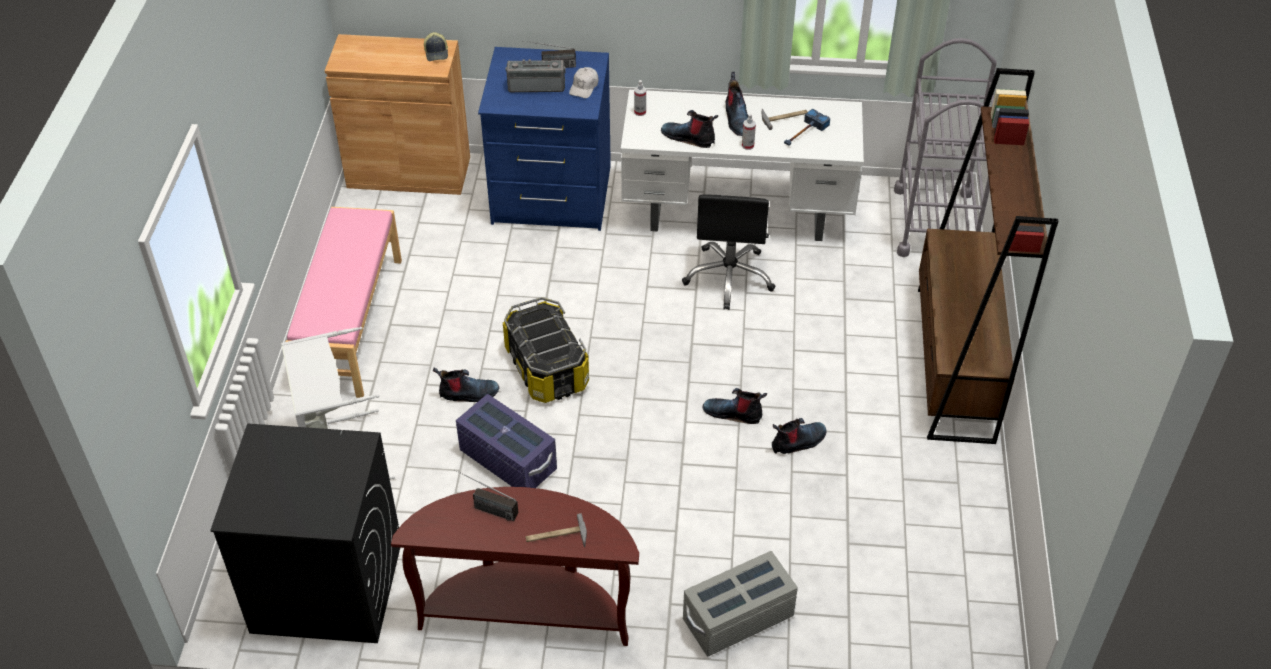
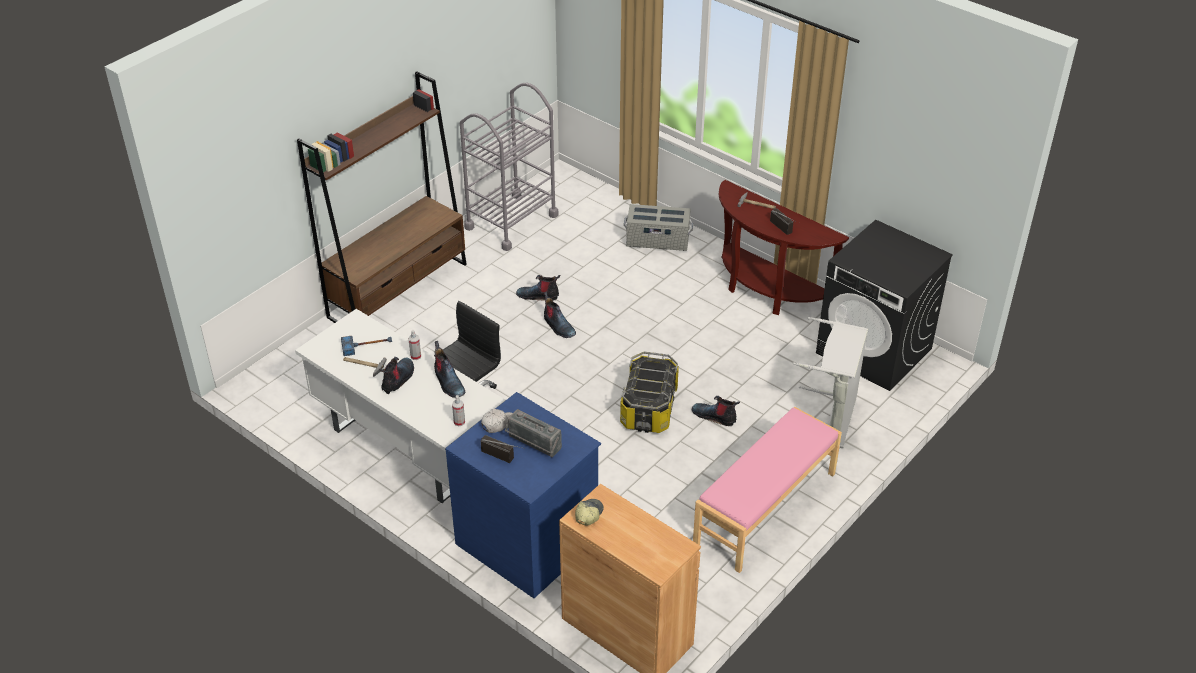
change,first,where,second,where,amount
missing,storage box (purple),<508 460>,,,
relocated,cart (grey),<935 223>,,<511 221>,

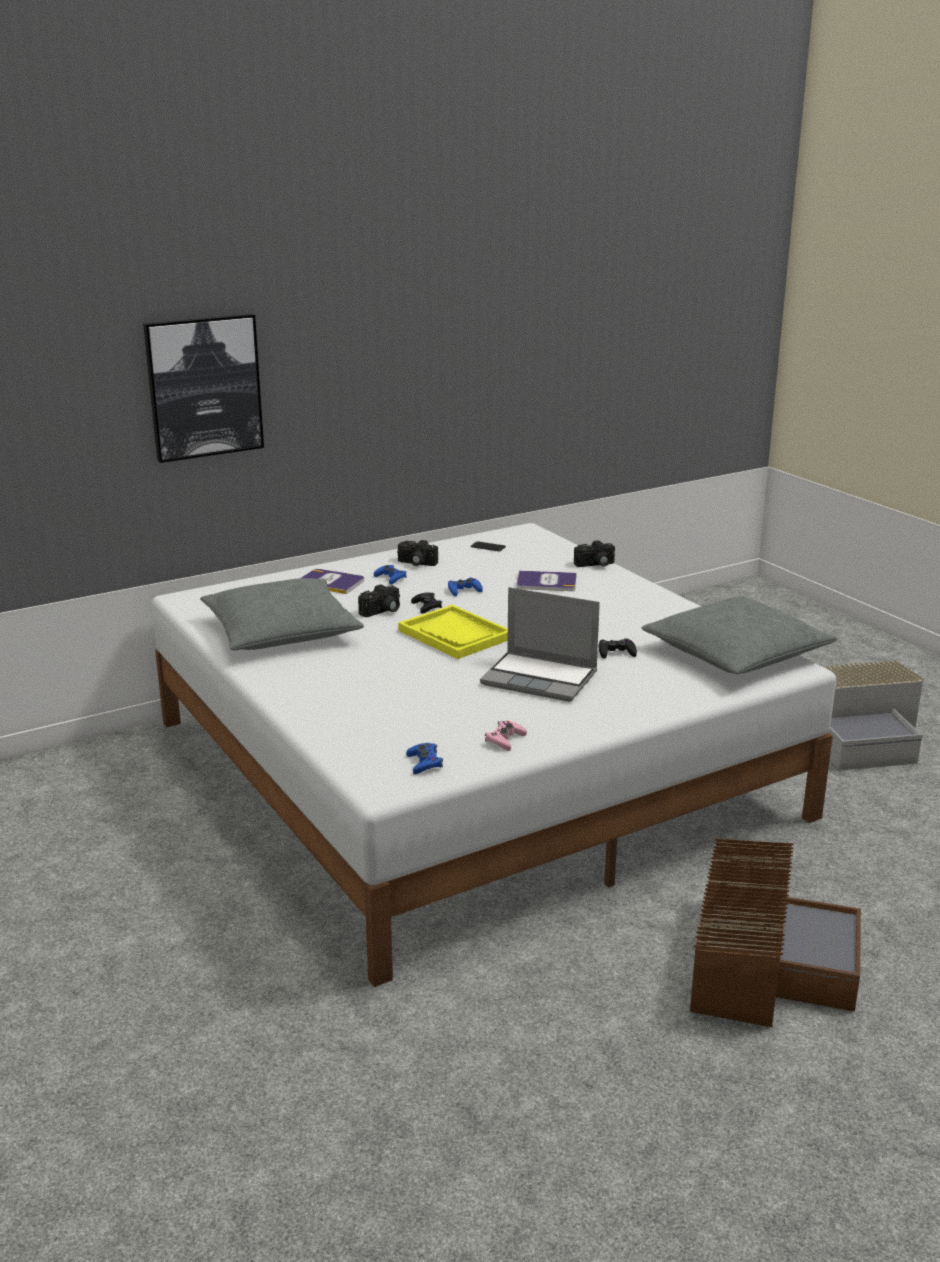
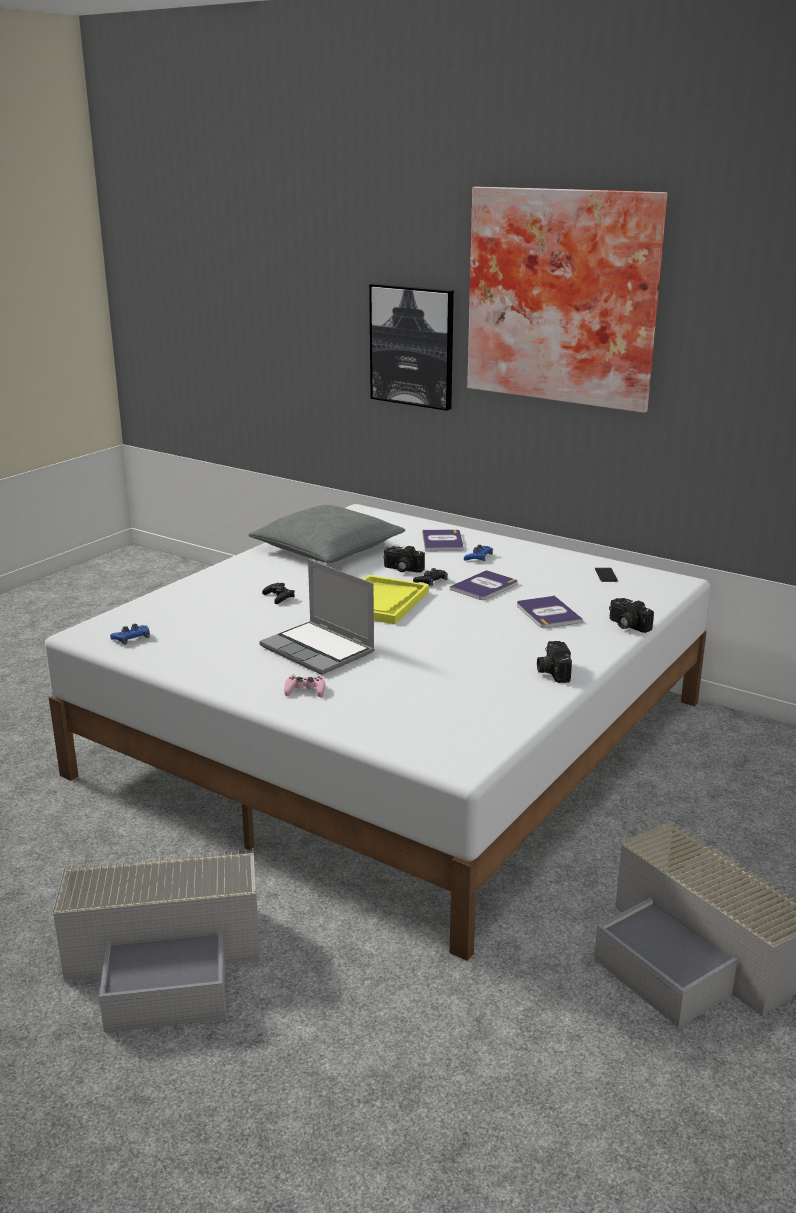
change,first,where,second,where,amount
relocated,photo camera,<416 563>,,<552 671>,
exchanged,game controller (blue),<464 590>,book,<484 586>,
spun,laptop,<541 678>,,<319 650>,45 degrees counterclockwise
relocated,game controller (pink),<505 740>,,<305 690>,
relocated,game controller (black),<616 652>,,<279 597>,
missing,pillow (grey),<735 653>,,,
colour,storage box (brown),<764 960>,storage box (grey),<168 959>,
appeared,,,picture,<564 297>,

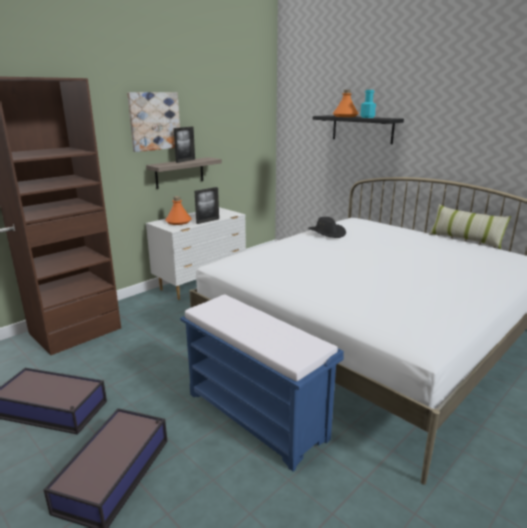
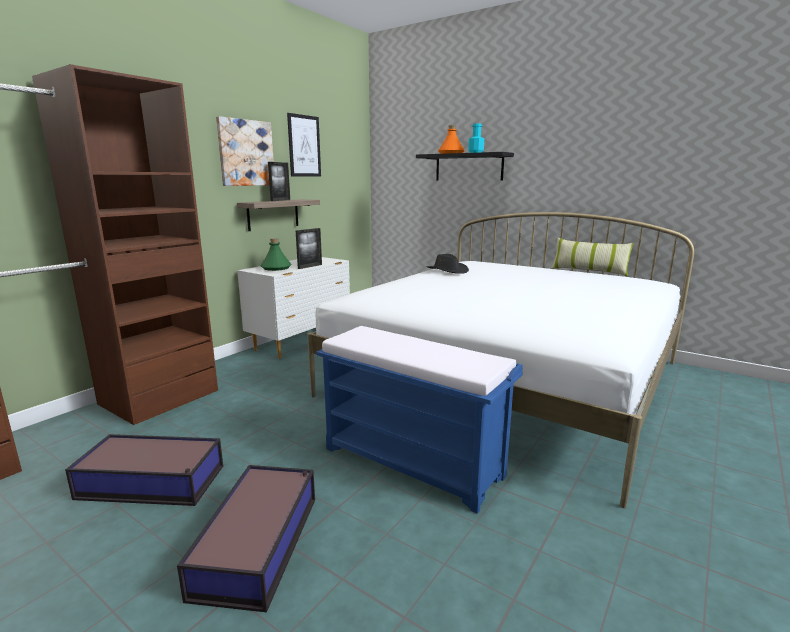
change,first,where,second,where,amount
colour,bottle (orange),<178 222>,bottle (green),<276 268>,
appeared,,,picture,<304 146>,

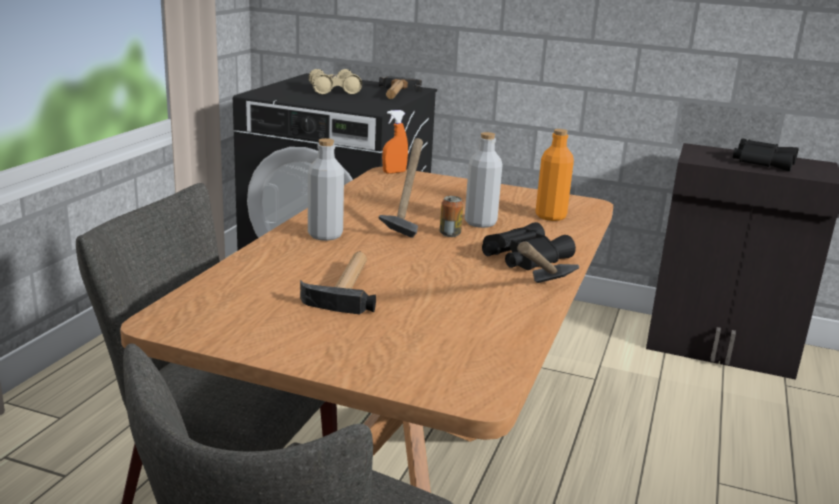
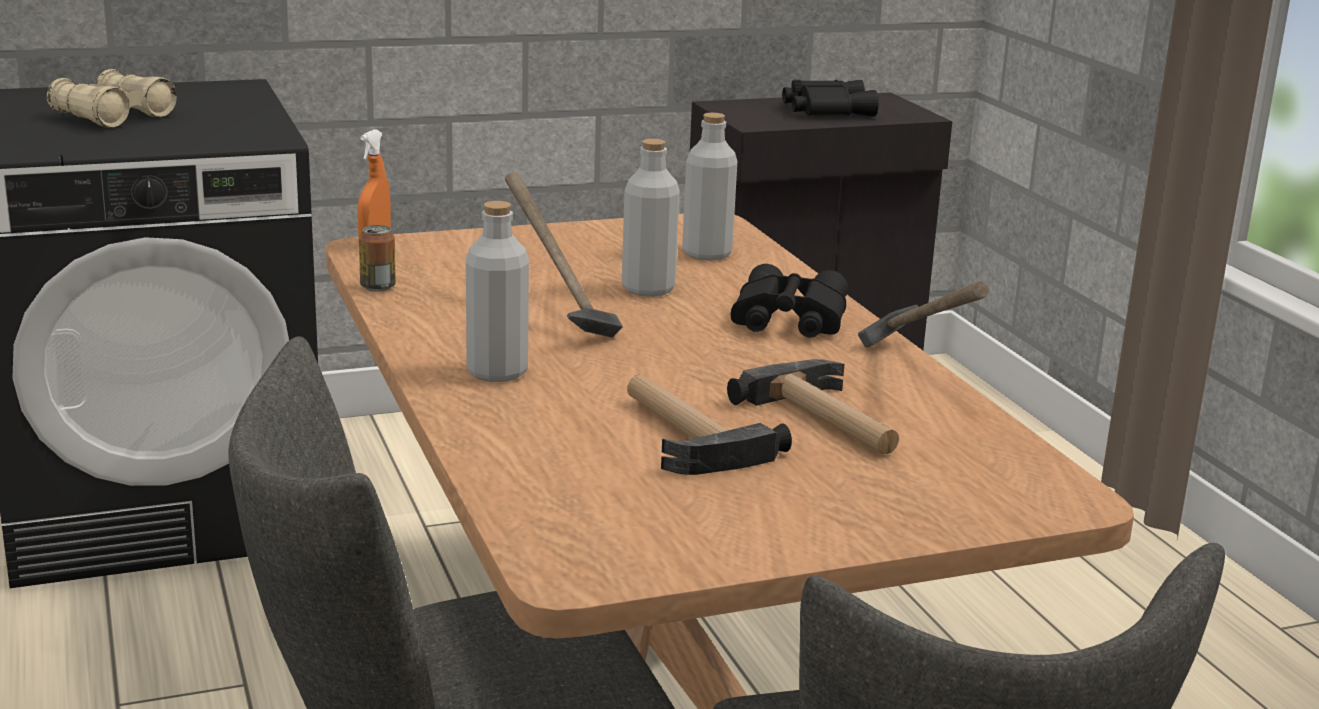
change,first,where,second,where,amount
relocated,hammer,<396 93>,,<829 421>,
relocated,can,<450 234>,,<378 287>,
colour,bottle (orange),<550 216>,bottle (grey),<707 254>,

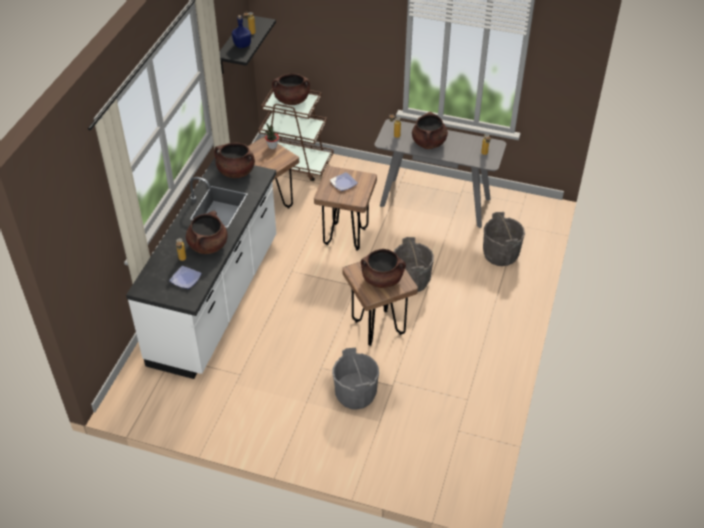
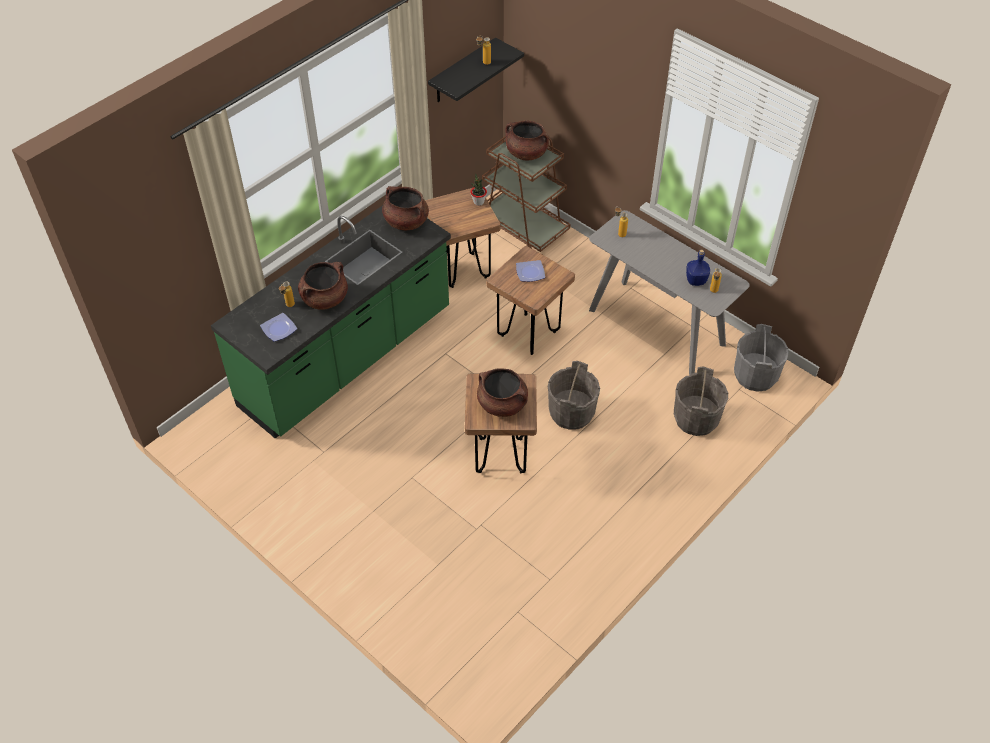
change,first,where,second,where,amount
colour,counter (white),<216 301>,counter (green),<347 359>,
relocated,bottle (blue),<242 45>,,<696 280>,
relocated,bucket (grey),<355 394>,,<755 375>,
missing,cooking pot (brown),<429 143>,,,

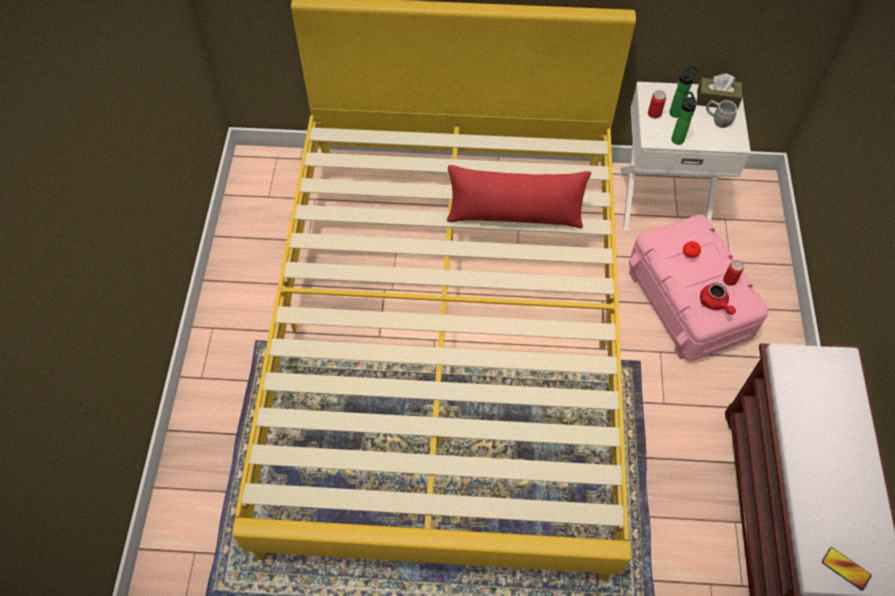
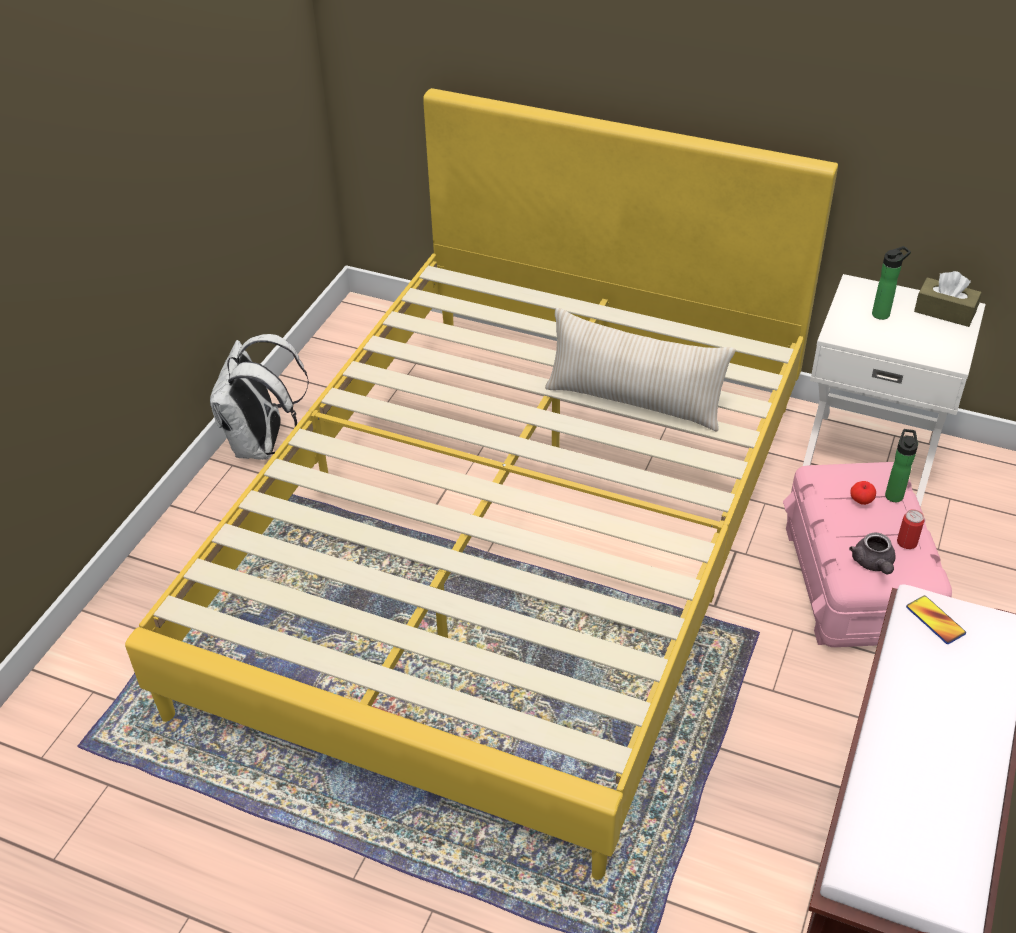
change,first,where,second,where,amount
colour,pillow (red),<515 216>,pillow (beige),<634 401>,
missing,can,<654 113>,,,
relocated,bottle,<677 138>,,<894 494>,
colour,teapot (red),<714 304>,teapot (grey),<873 564>,
missing,mug (grey),<717 120>,,,
relocated,phone,<845 569>,,<935 620>,
appeared,,,backpack (white),<262 445>,

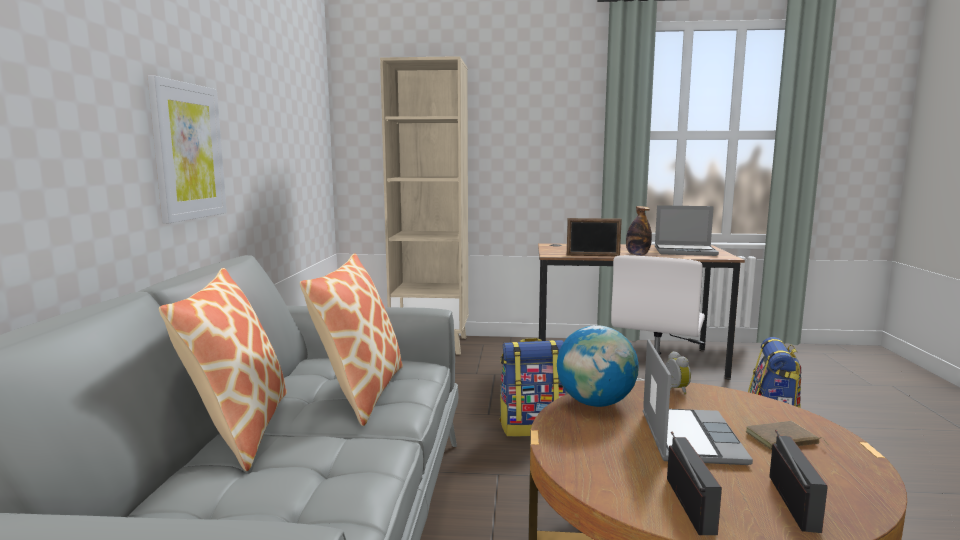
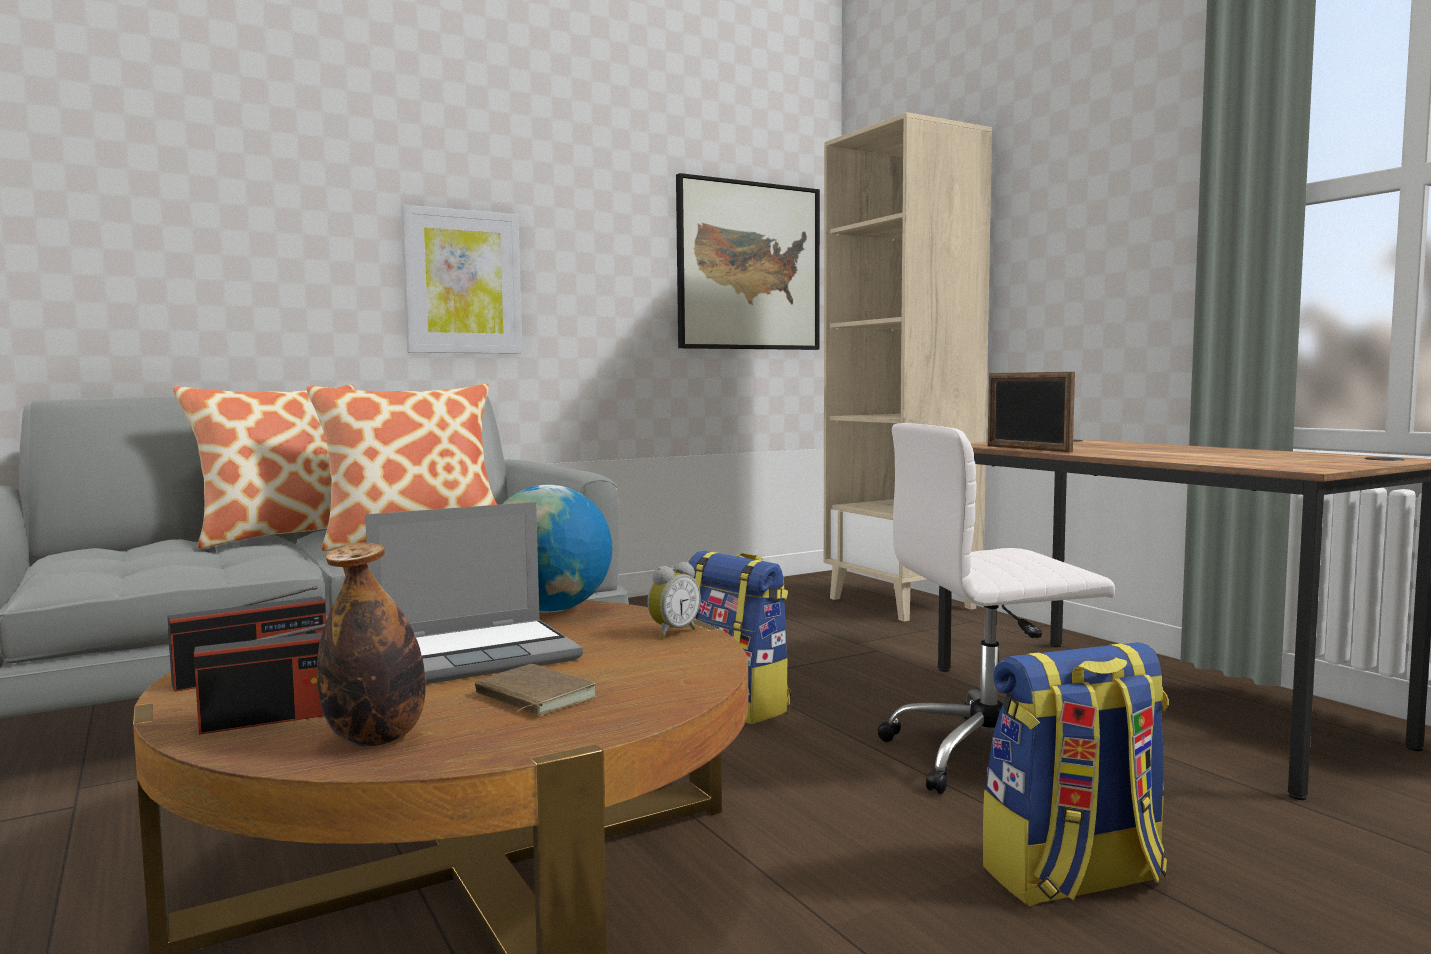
change,first,where,second,where,amount
relocated,bottle,<637 254>,,<376 739>,
missing,laptop,<685 251>,,,
appeared,,,picture,<748 266>,

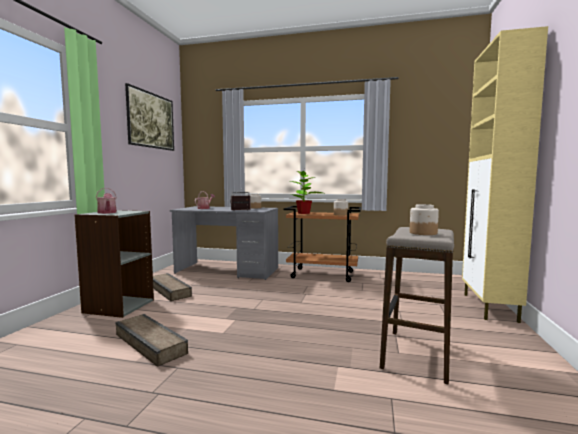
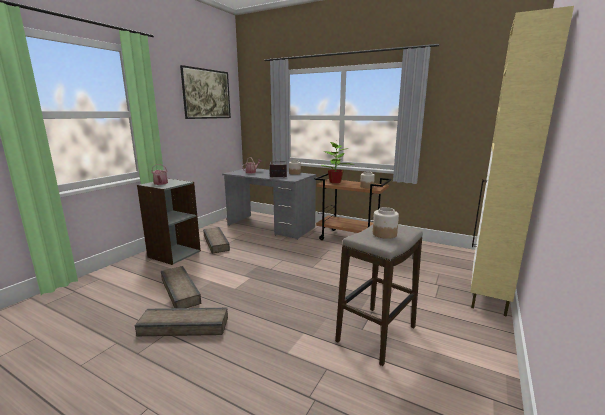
change,first,where,second,where,amount
appeared,,,crate,<184 326>,

